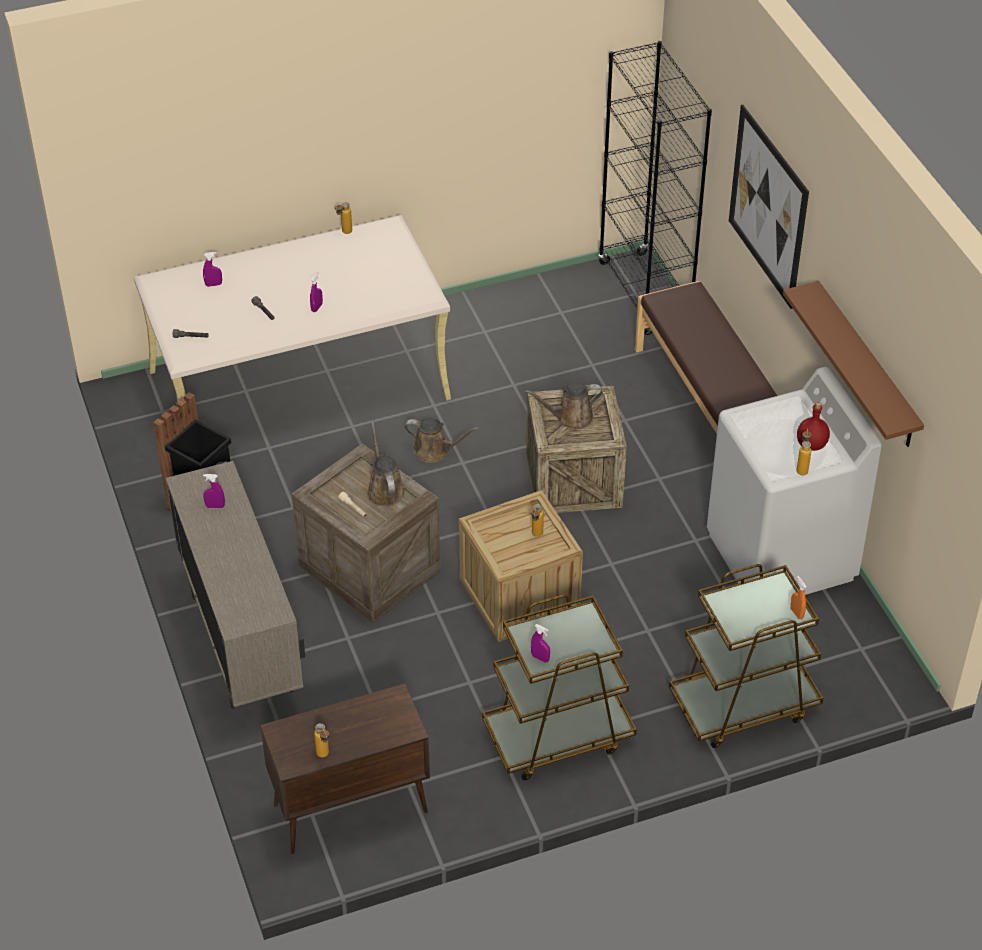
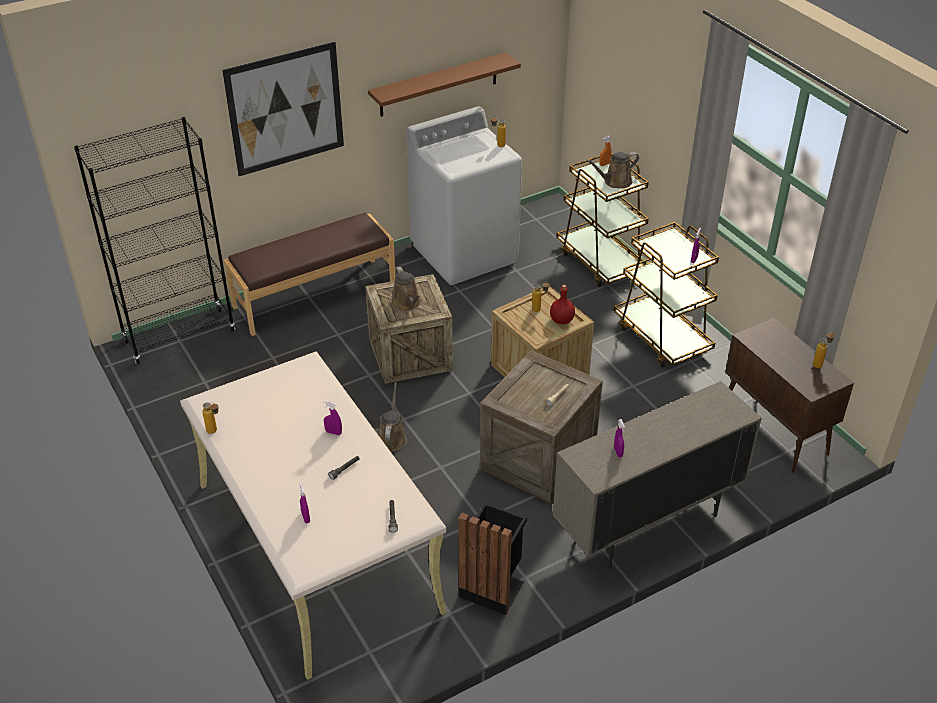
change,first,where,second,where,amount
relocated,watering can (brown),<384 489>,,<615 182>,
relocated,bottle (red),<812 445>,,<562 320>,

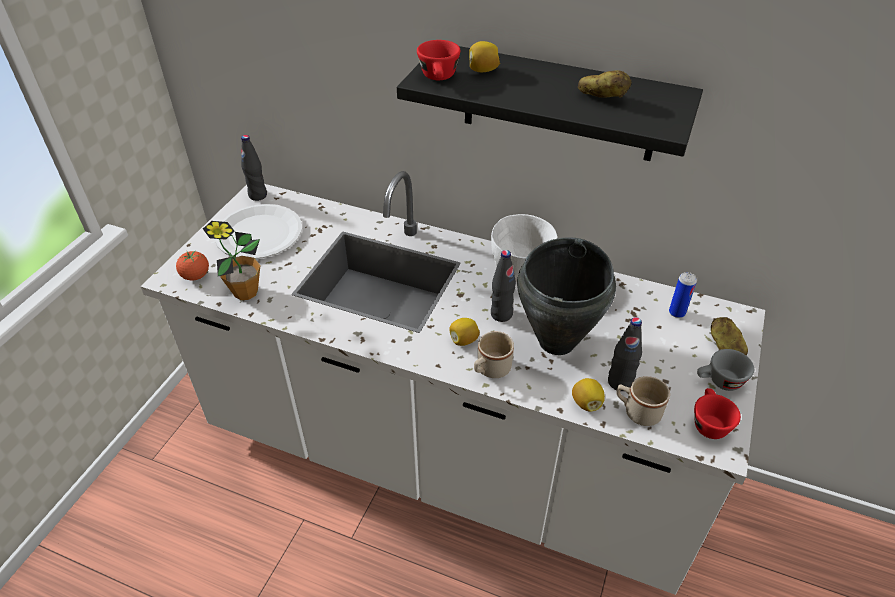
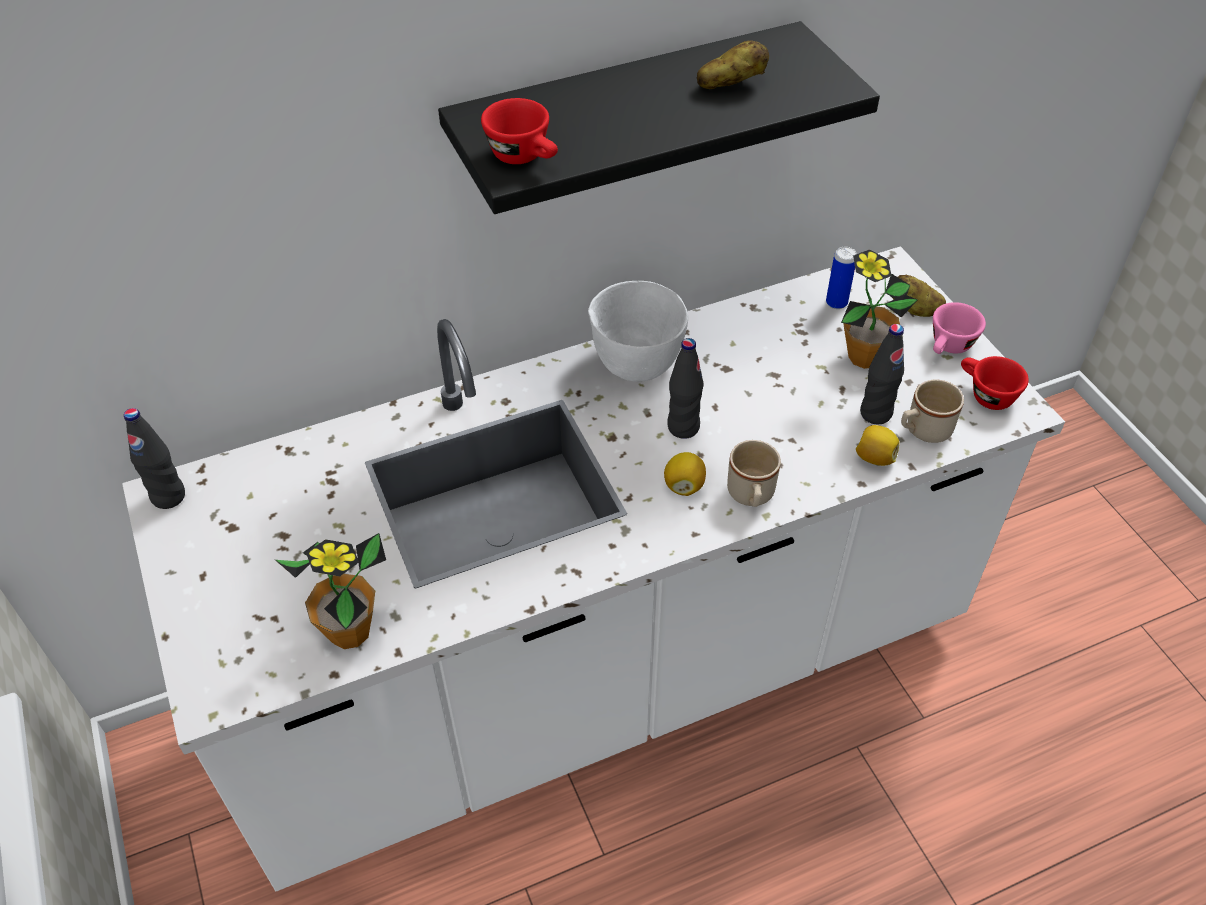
change,first,where,second,where,amount
missing,tomato,<196 276>,,,
missing,plate (white),<259 233>,,,
missing,lemon,<483 70>,,,
missing,cooking pot (black),<557 341>,,,
colour,cup (grey),<719 382>,cup (pink),<949 347>,
appeared,,,potted plant,<864 357>,

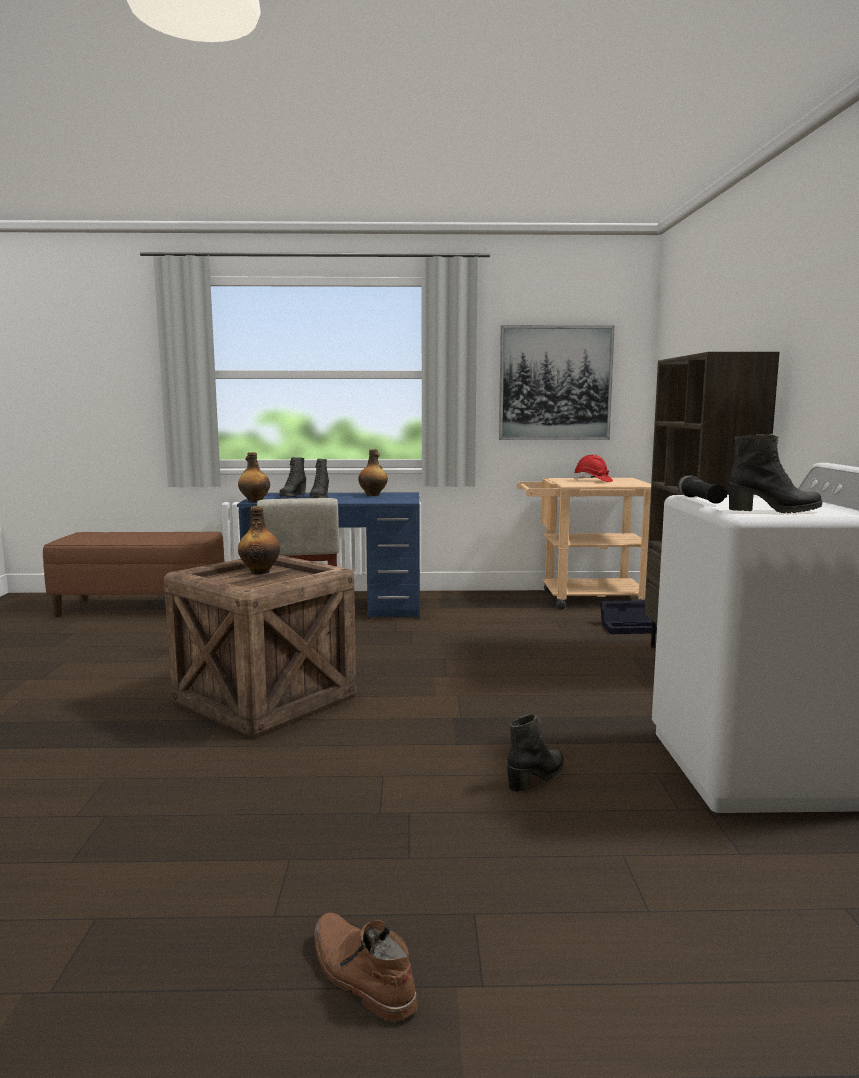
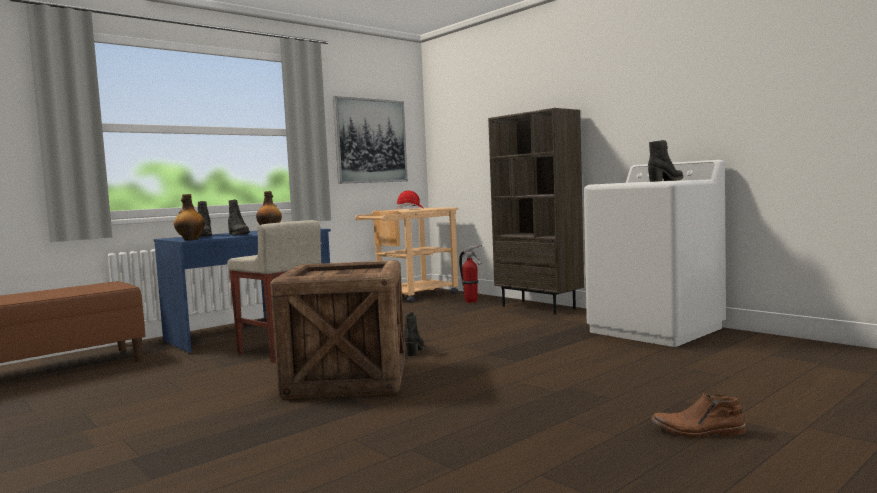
change,first,where,second,where,amount
missing,bottle,<260 572>,,,
relocated,boot (black),<537 777>,,<415 350>,
exchanged,storage box (black),<630 627>,fire extinguisher,<471 301>,
missing,flashlight (black),<700 500>,,,

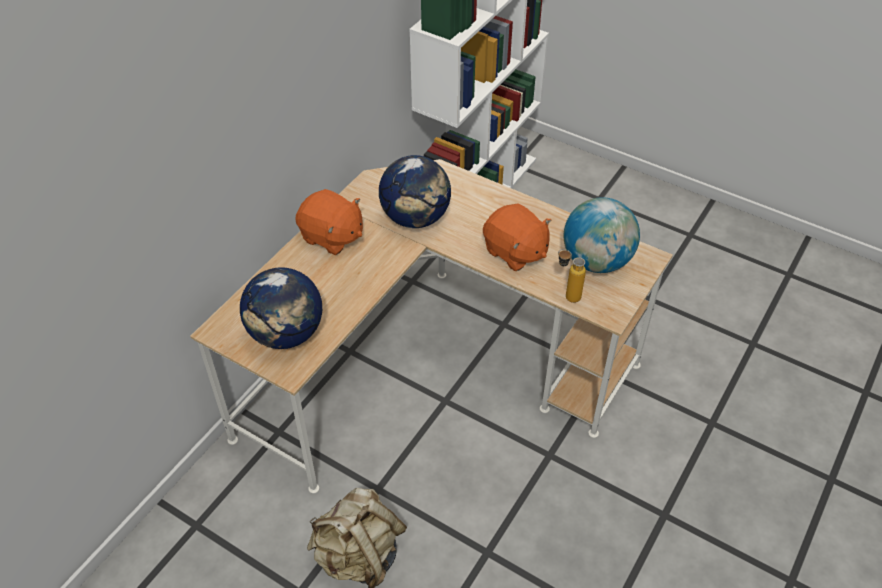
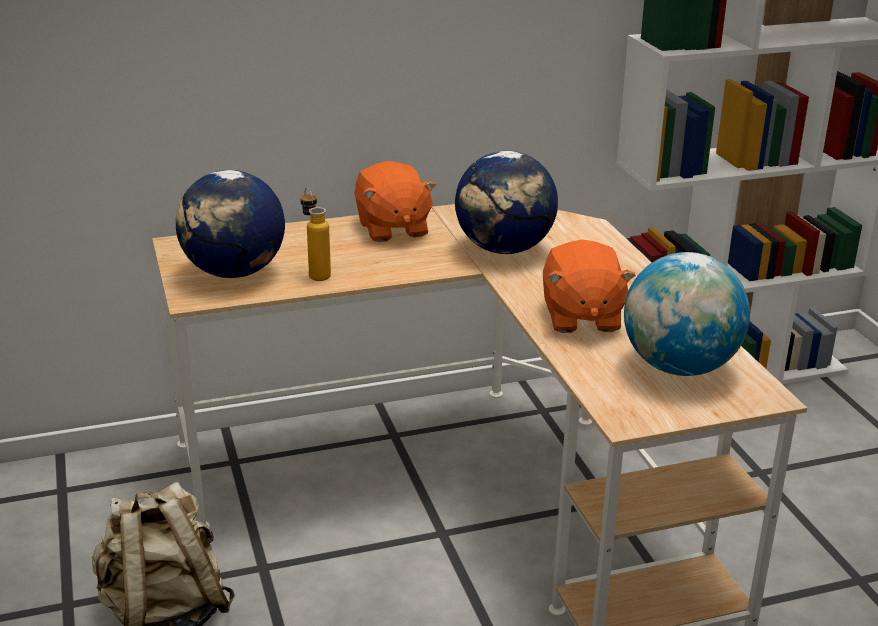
change,first,where,second,where,amount
relocated,bottle,<566 295>,,<316 273>,

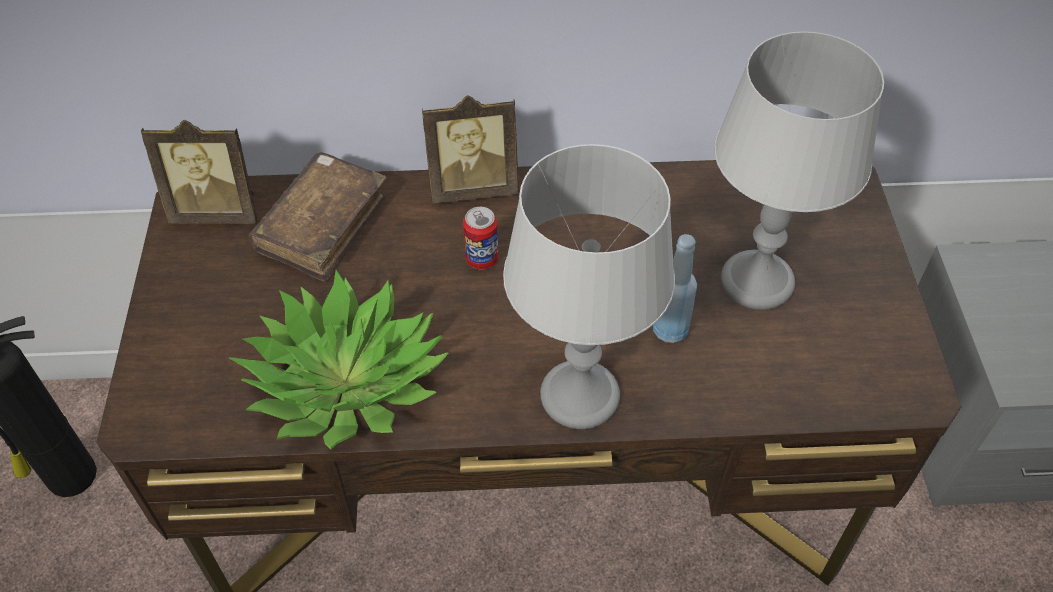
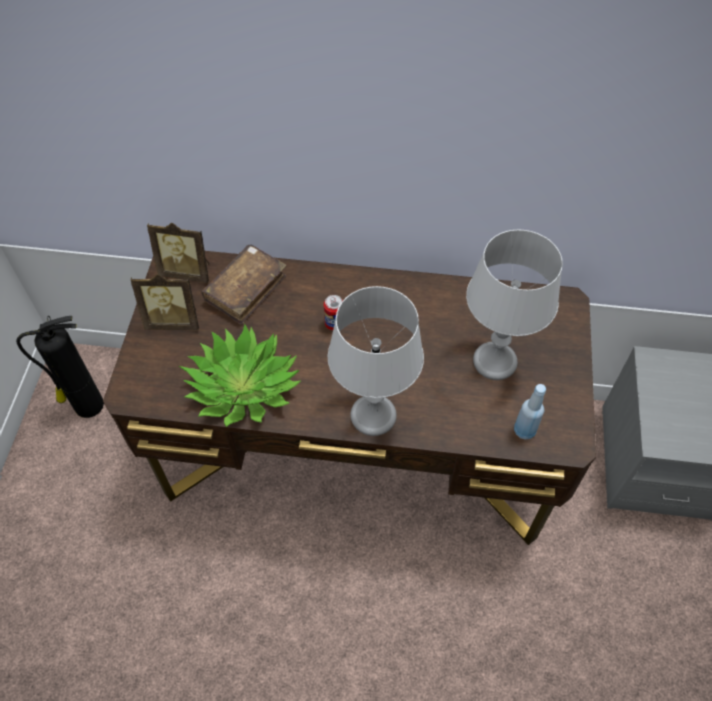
change,first,where,second,where,amount
relocated,picture frame,<473 187>,,<174 321>,
relocated,bottle (blue),<669 330>,,<524 430>,

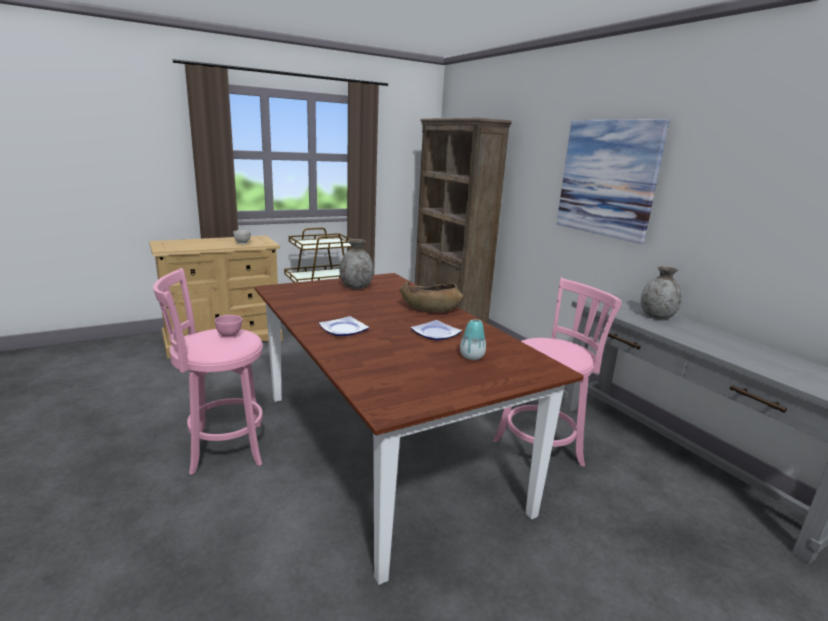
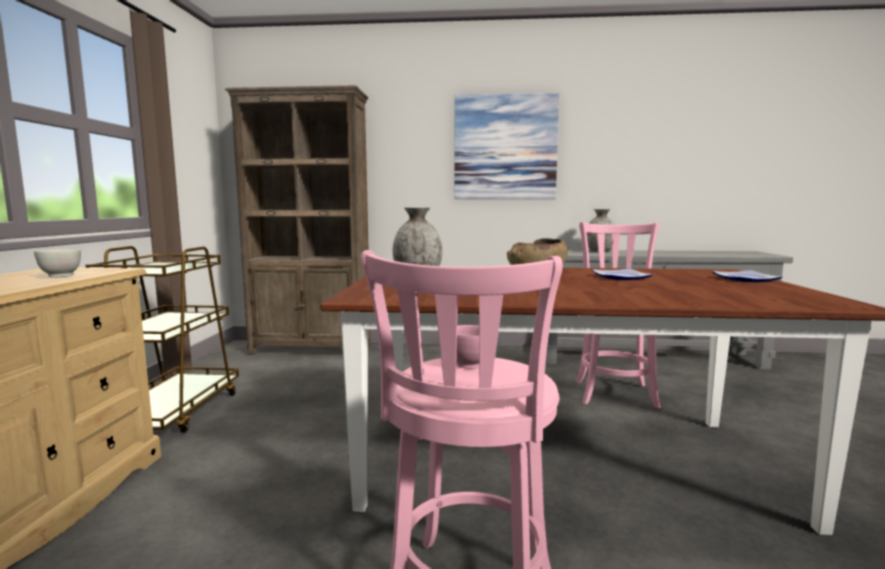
change,first,where,second,where,amount
relocated,plate,<345 329>,,<745 279>,
missing,vase,<472 357>,,,

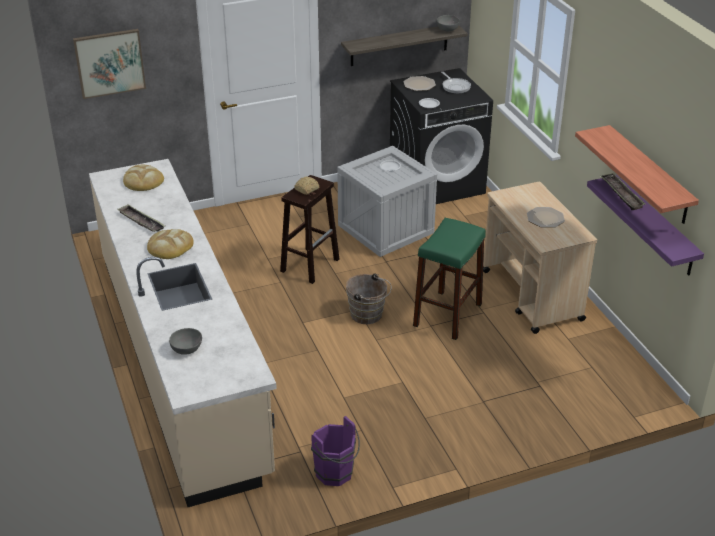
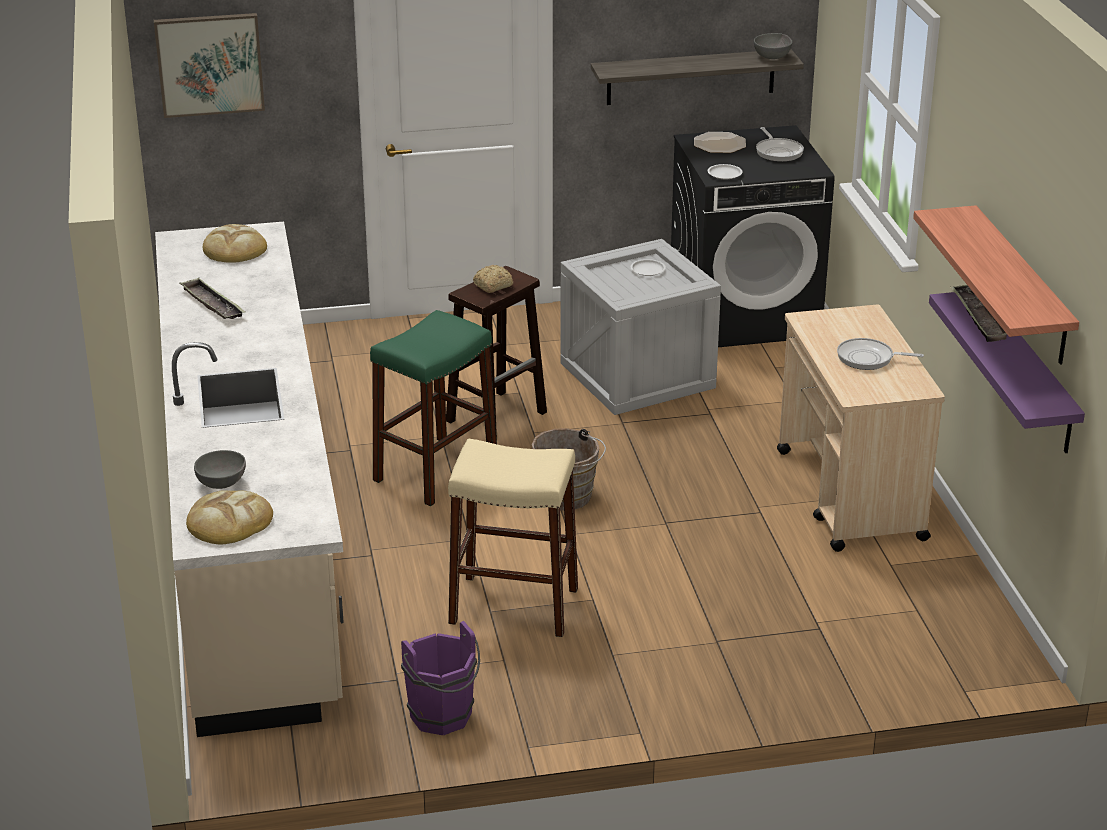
change,first,where,second,where,amount
relocated,bread,<170 246>,,<229 522>,
relocated,stool (green),<447 315>,,<435 471>,
exchanged,plate,<545 218>,frying pan,<868 358>,
appeared,,,stool (beige),<513 605>,

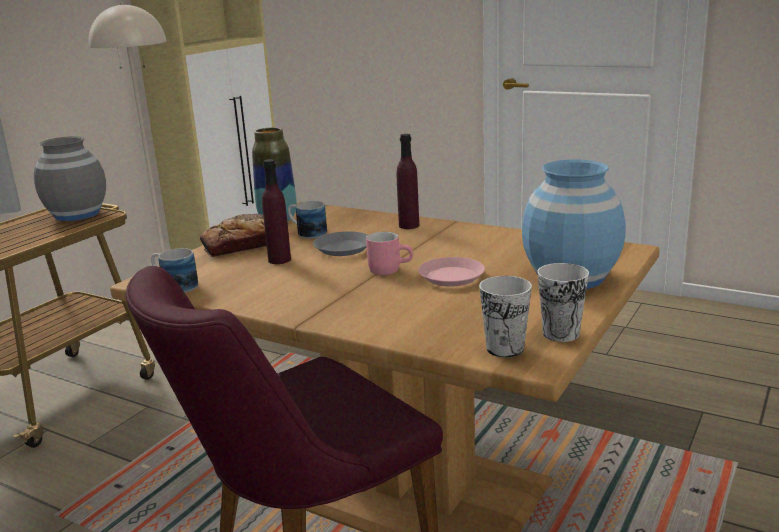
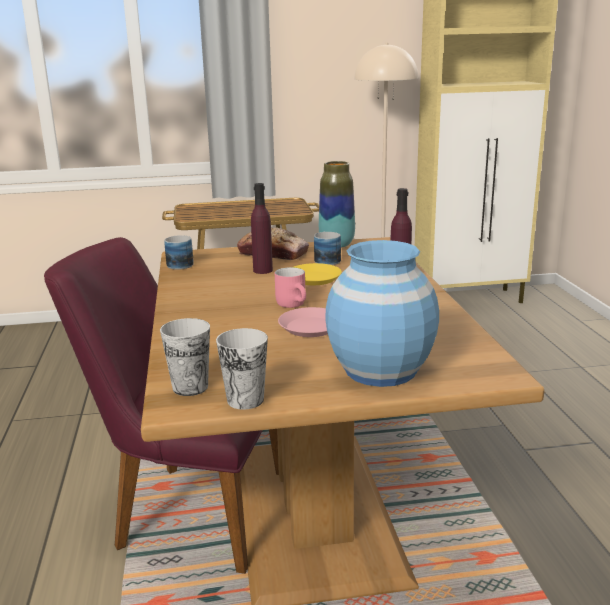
change,first,where,second,where,amount
missing,vase (grey),<76 214>,,,
colour,plate (grey),<343 248>,plate (yellow),<314 278>,

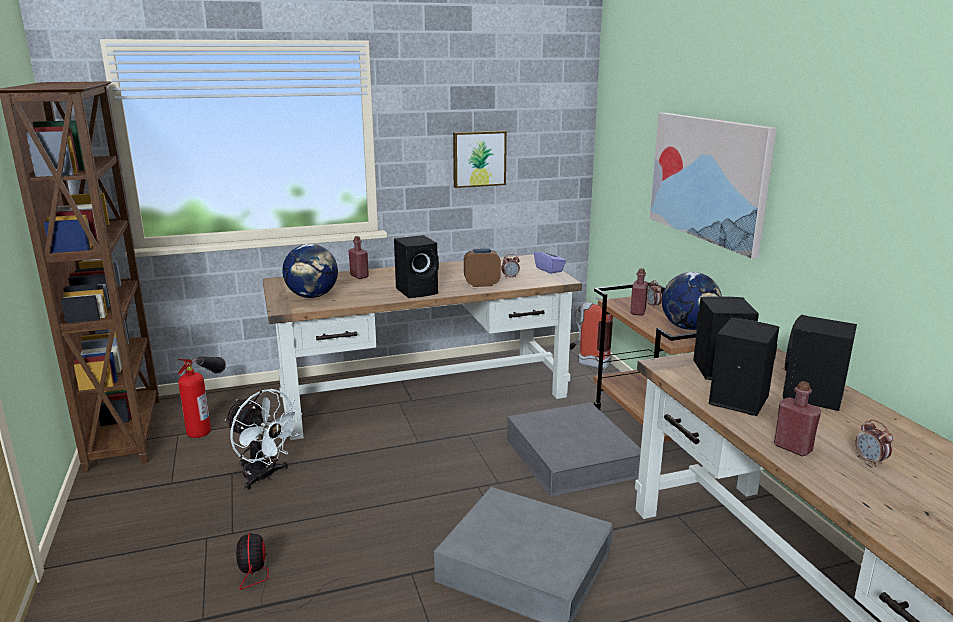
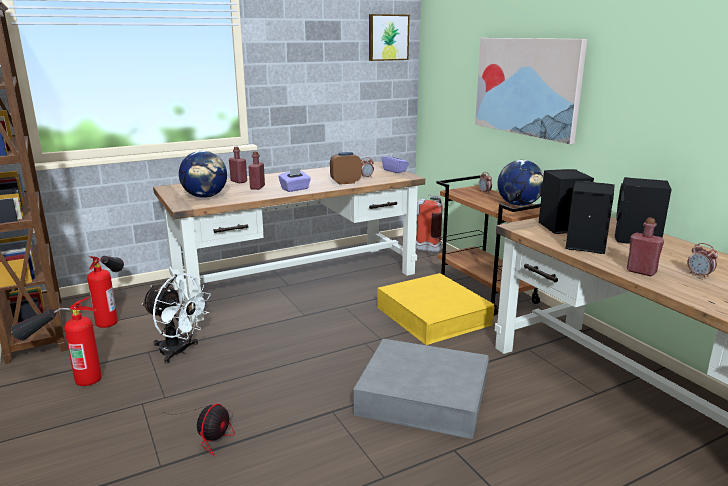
change,first,where,second,where,amount
spun,fan,<269 583>,,<211 432>,135 degrees counterclockwise
exchanged,speaker (black),<418 291>,tissue box (purple),<295 189>,
relocated,picture,<478 158>,,<387 37>,
colour,storage box (grey),<571 457>,storage box (yellow),<433 316>,
relocated,bottle (red),<638 312>,,<257 187>,
appeared,,,fire extinguisher,<66 378>,

